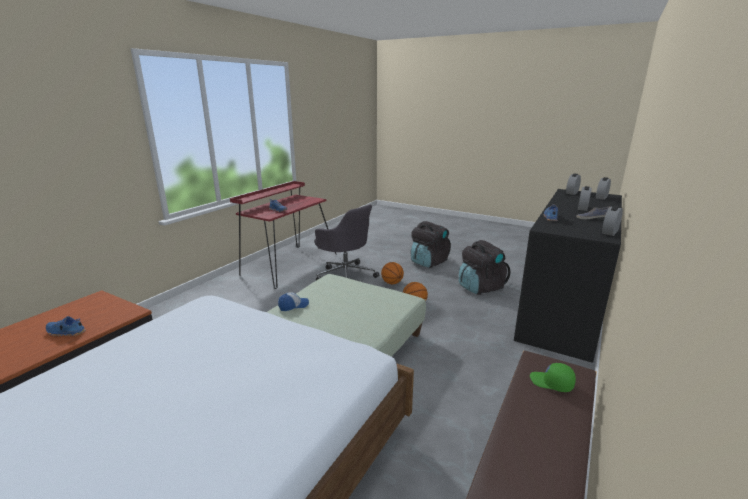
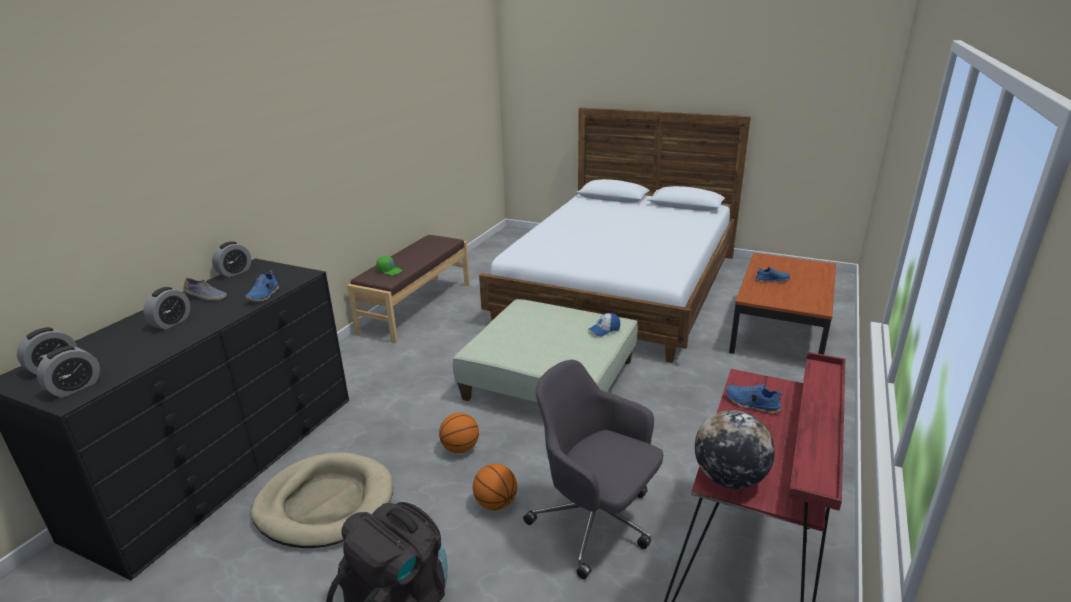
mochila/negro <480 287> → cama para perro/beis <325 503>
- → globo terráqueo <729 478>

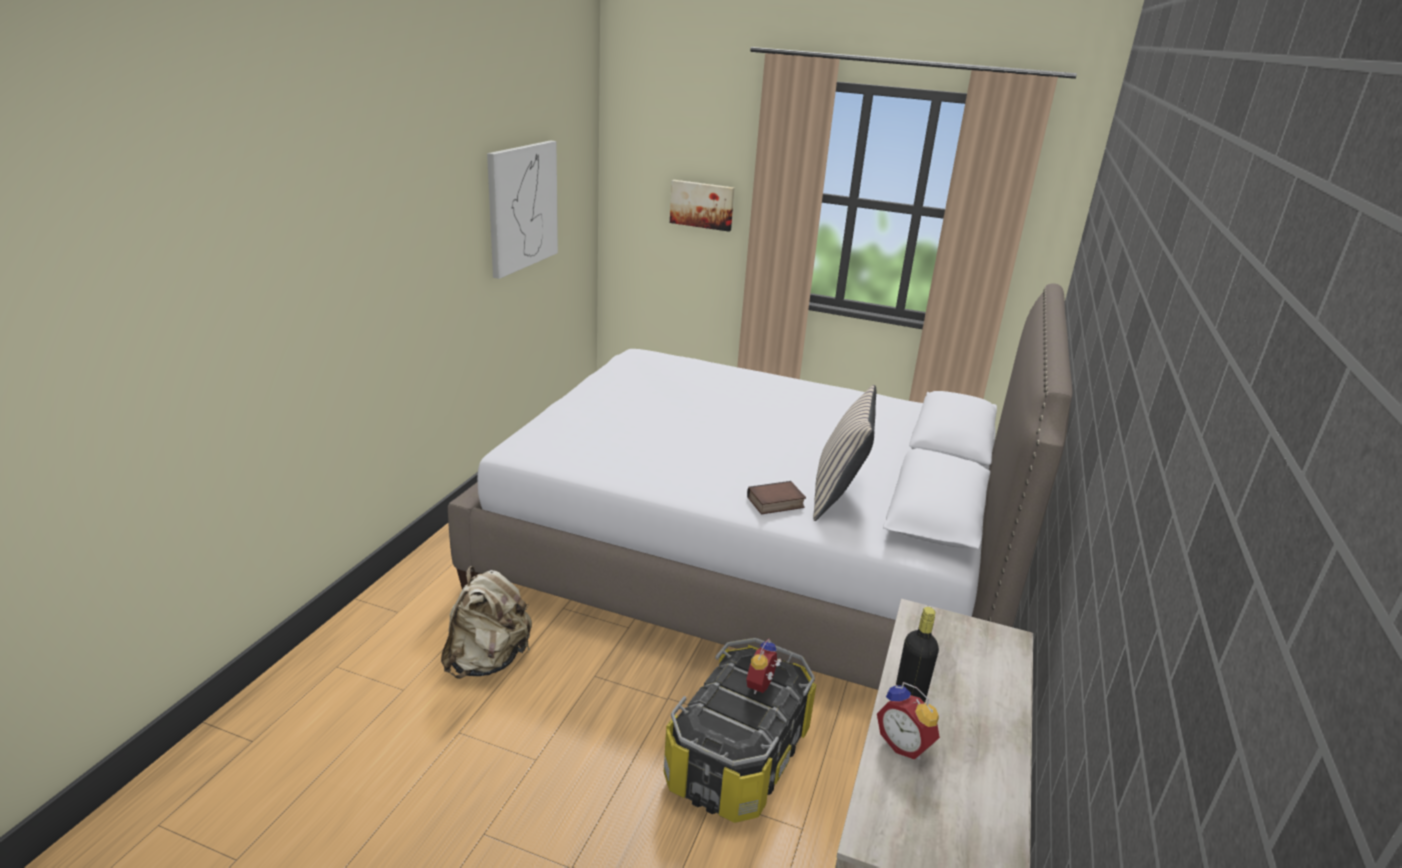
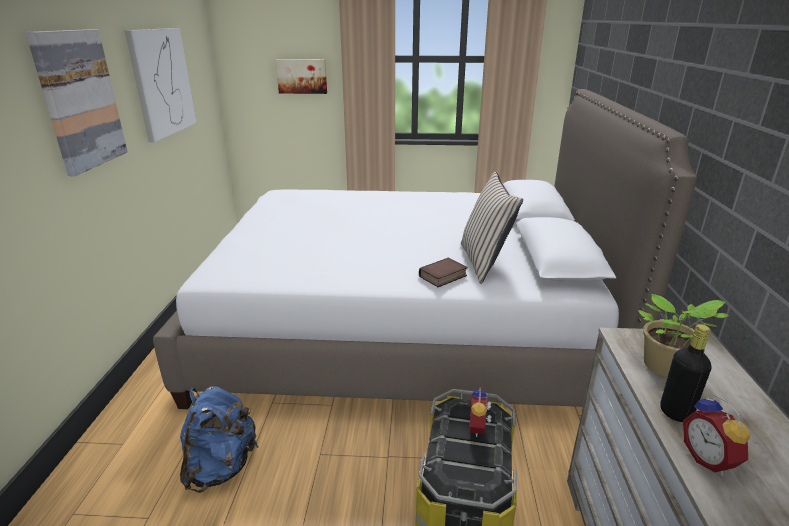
- → cuadro <79 100>
mochila/beis <487 660> → mochila/azul <221 466>
- → planta en maceta <665 368>
despertador <905 745> → despertador <709 459>, 45 degrees clockwise

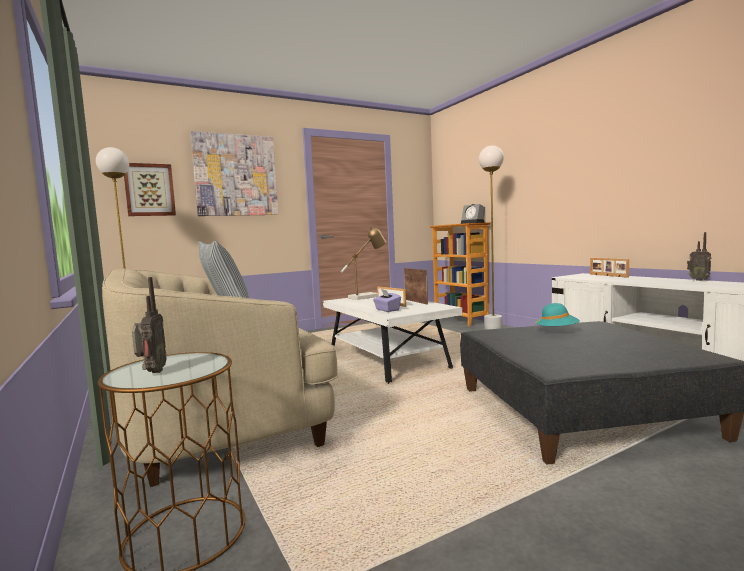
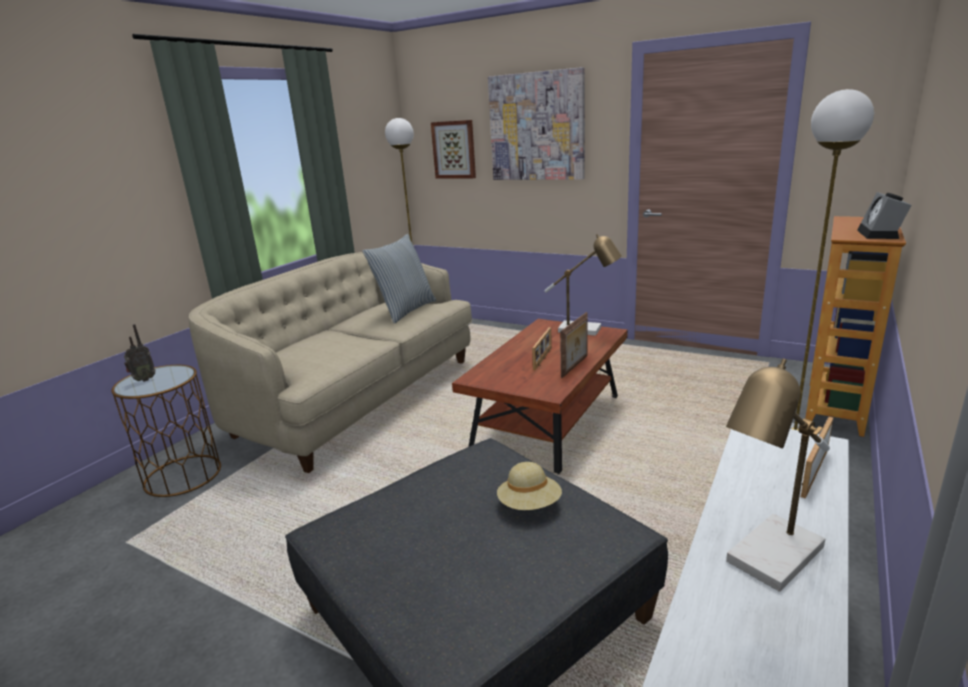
mesa de centro/blanco <387 361> → mesa de centro/marrón <548 423>
sombrero/turquesa <557 331> → sombrero/beis <529 505>
- → lámpara de mesa <770 562>
caja de pañuelos/morado <387 310> → -
radio <699 280> → -

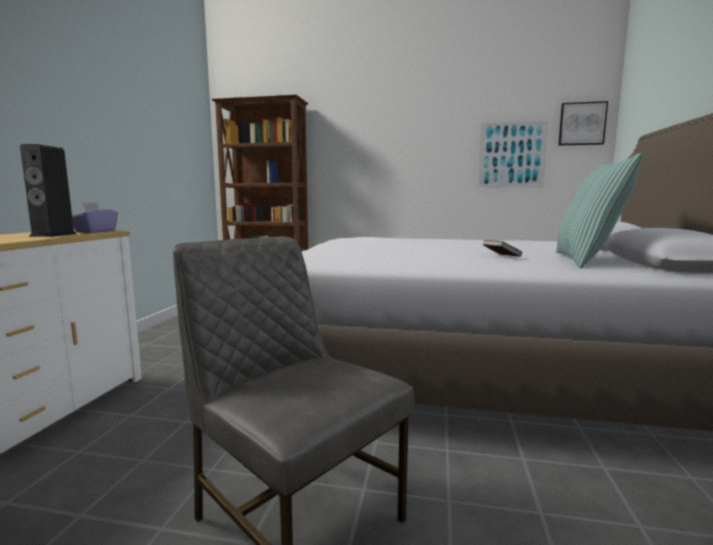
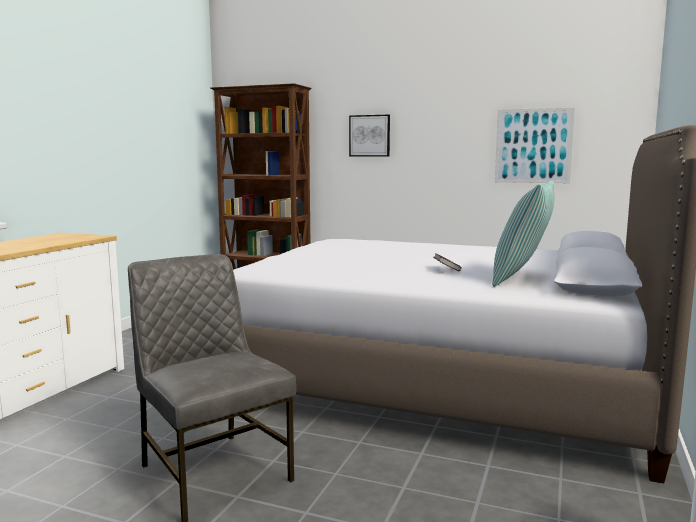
cuadro <582 124> → cuadro <369 135>, moved
altavoz <53 235> → -
caja de pañuelos/morado <95 231> → -

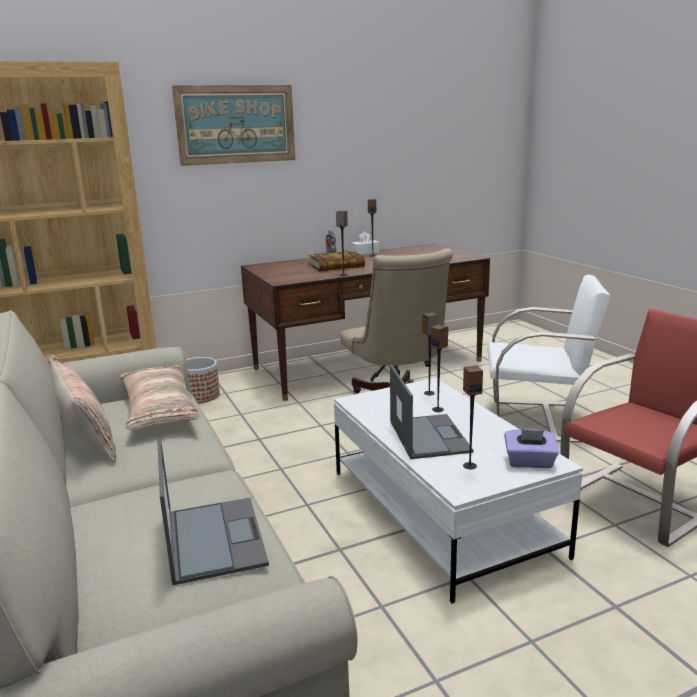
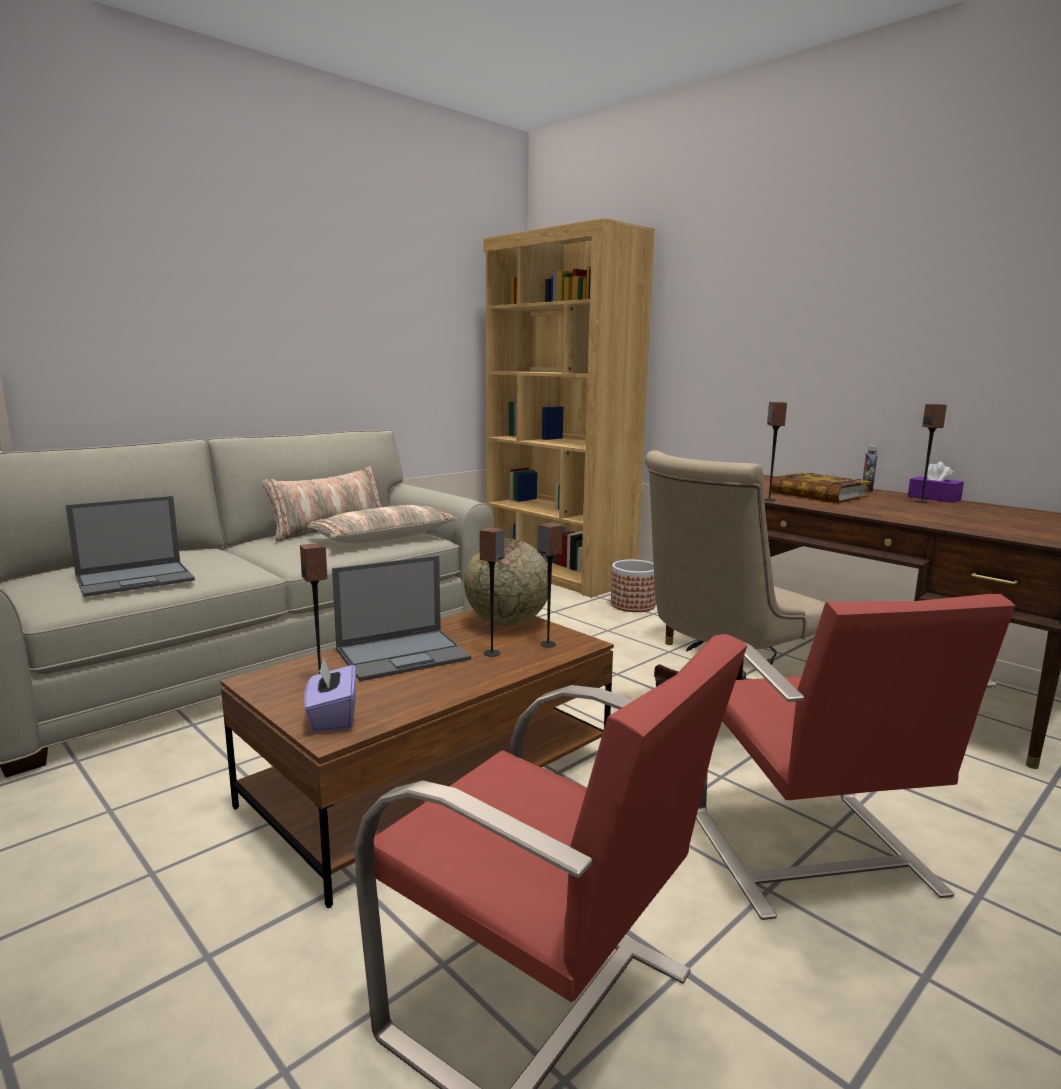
mesa de centro/blanco <440 512> → mesa de centro/marrón <432 780>
- → globo terráqueo <507 622>
silla/blanco <537 420> → silla/rojo <813 854>
caja de pañuelos/blanco <365 252> → caja de pañuelos/morado <934 498>
cuadro <236 124> → -

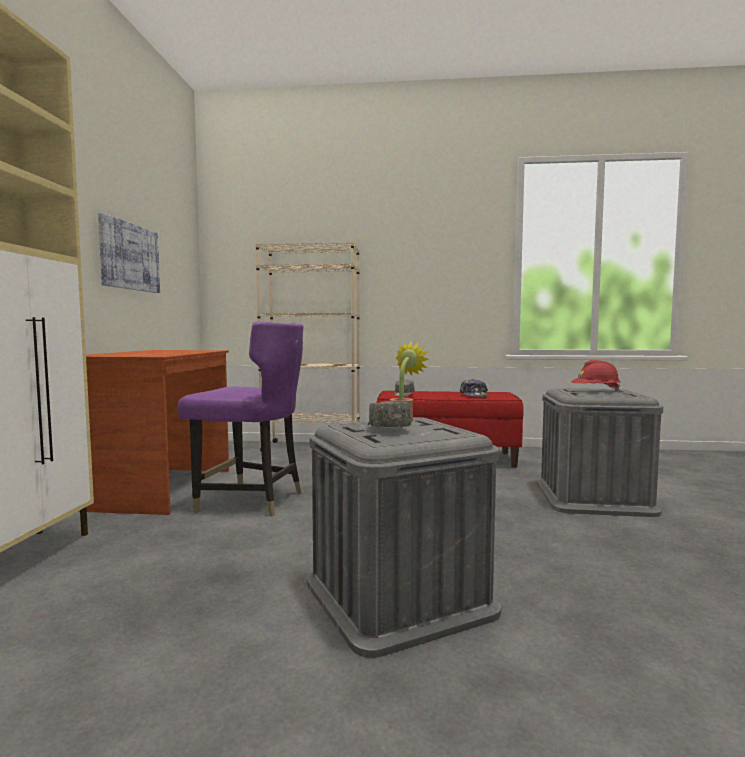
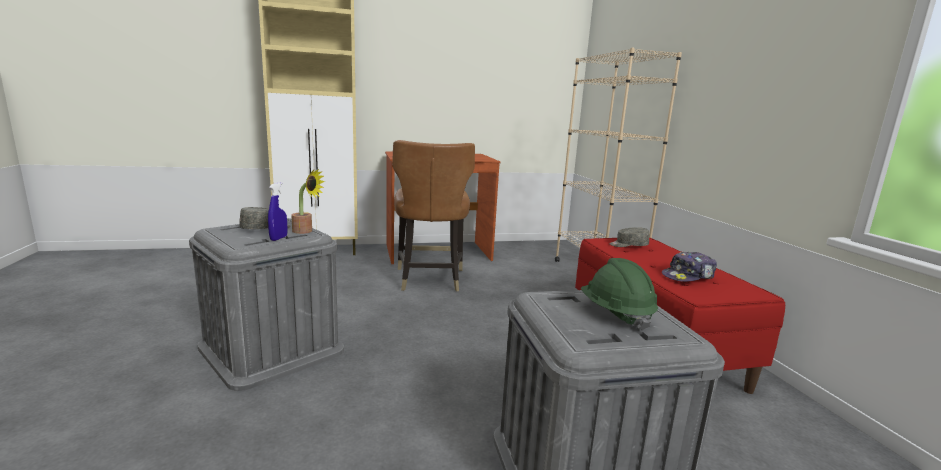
- → pulverizador/azul <278 238>
silla/morado <251 501> → silla/marrón <429 279>
casco/rojo <595 391> → casco/verde <615 314>
cuadro <129 256> → -

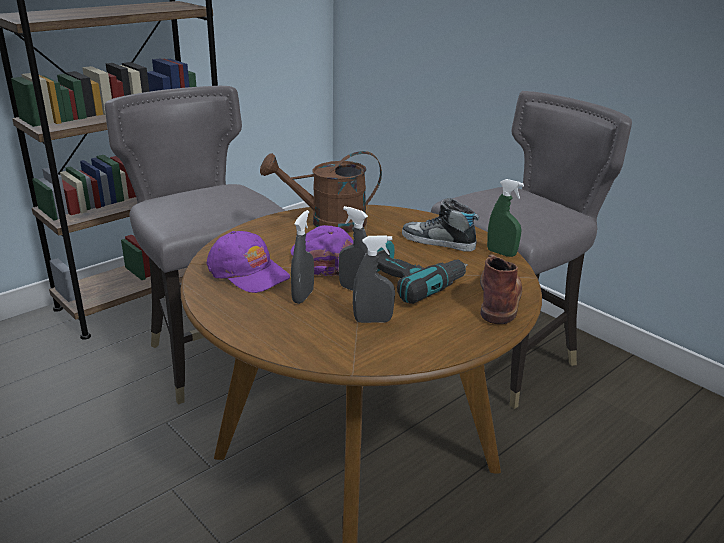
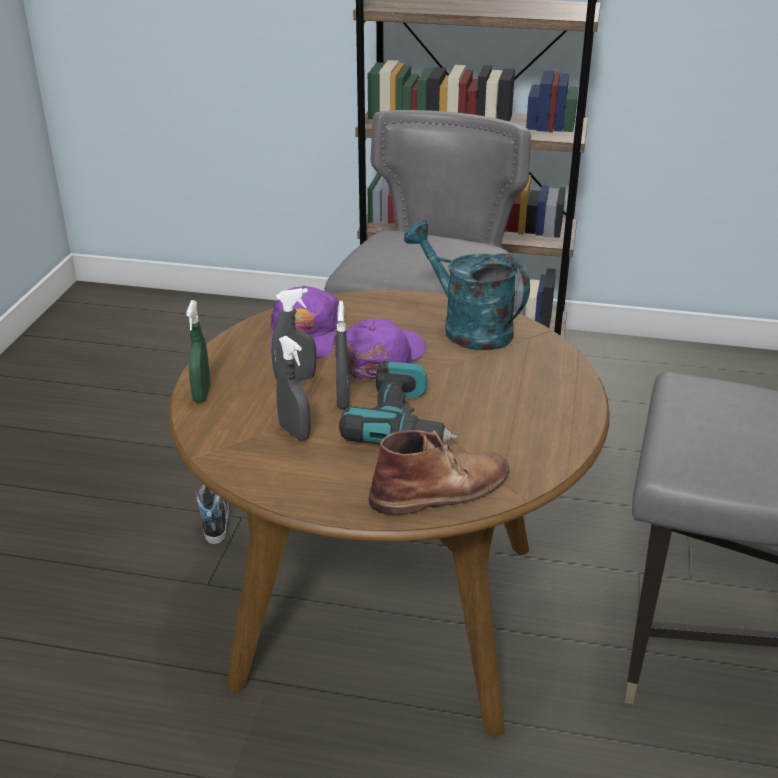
pulverizador/verde <501 253> → pulverizador/verde <202 394>, moved
zapato <438 242> → zapato <214 518>, moved
regadera/marrón <328 223> → regadera/turquesa <467 328>

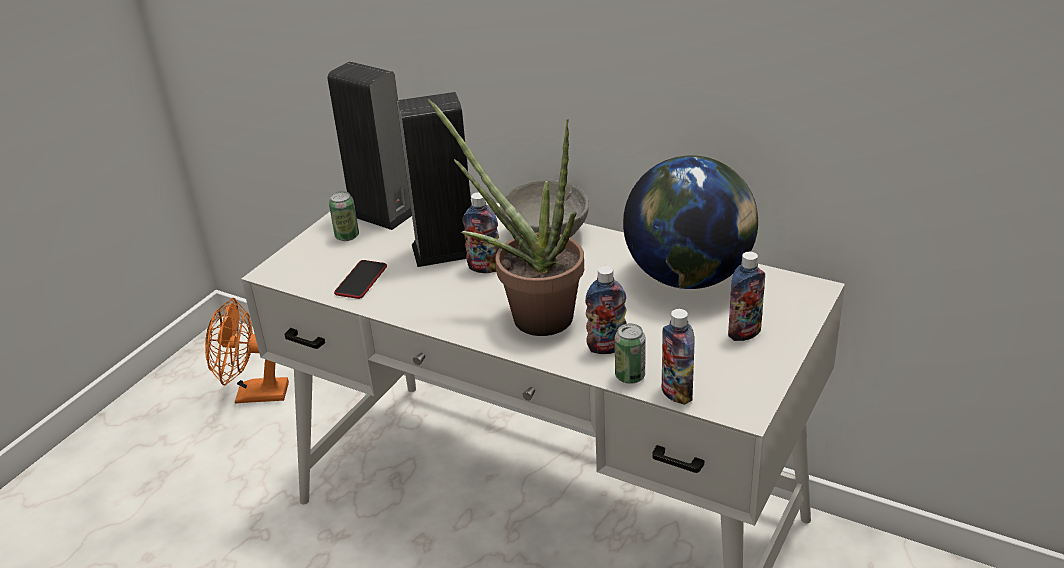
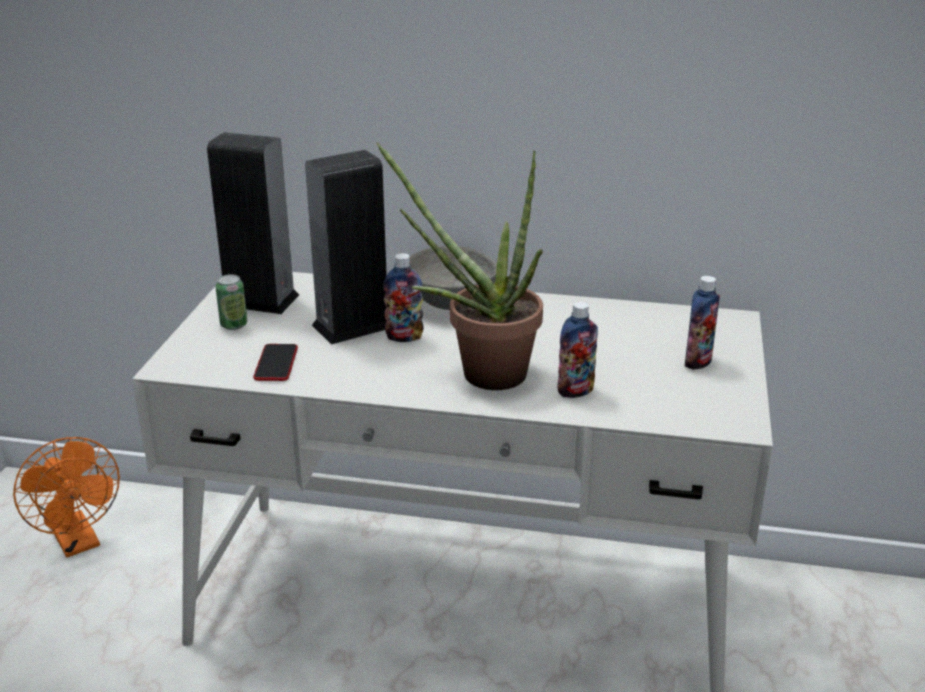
ventilador/naranja <253 395> → ventilador/naranja <79 542>, 105 degrees counterclockwise
lata <630 376> → -
globo terráqueo <689 277> → -
botella <676 393> → -

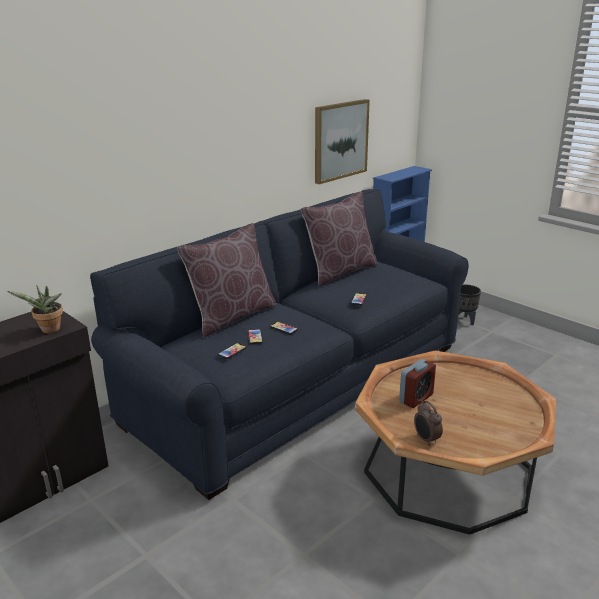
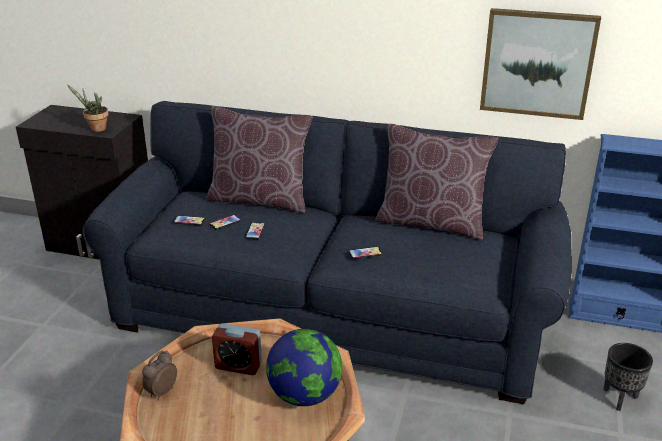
- → globo terráqueo <305 395>

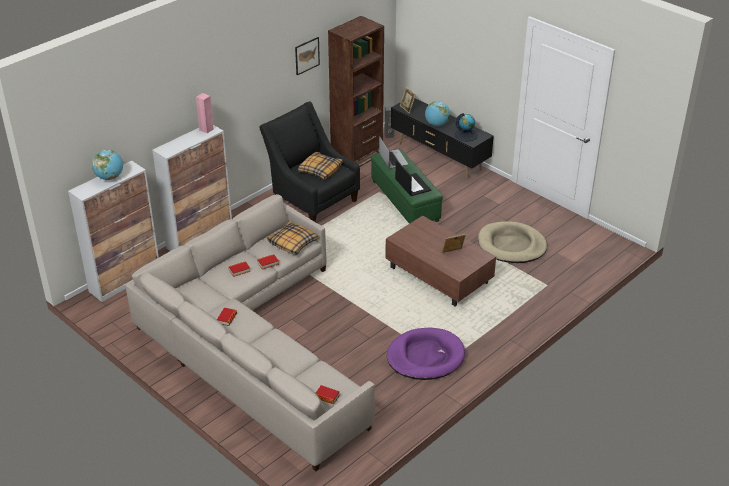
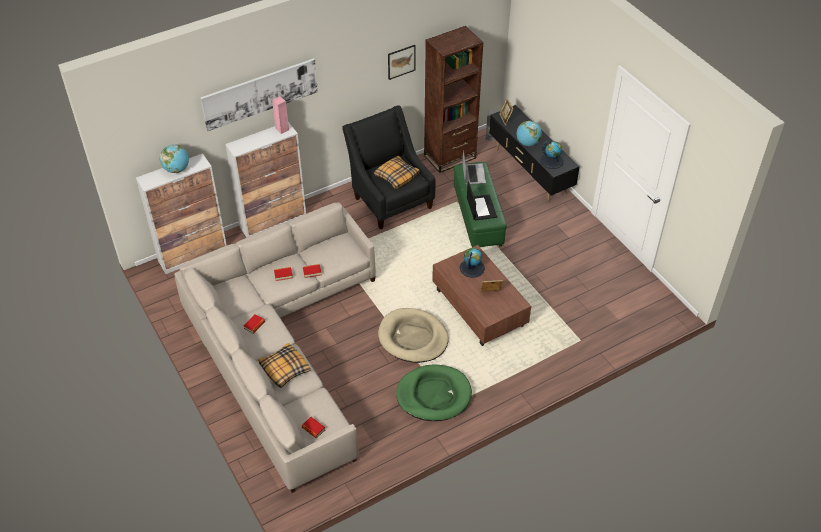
- → cuadro <260 93>
cojín <292 243> → cojín <284 369>, moved
cama para perro/beis <511 245> → cama para perro/beis <413 338>, moved
cama para perro/morado <425 357> → cama para perro/verde <433 395>
- → globo terráqueo <472 268>

